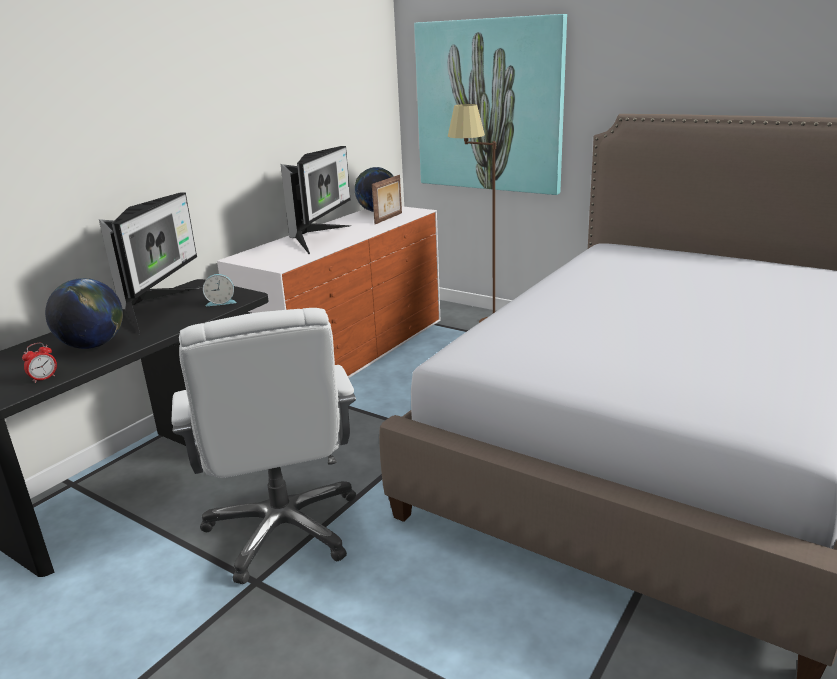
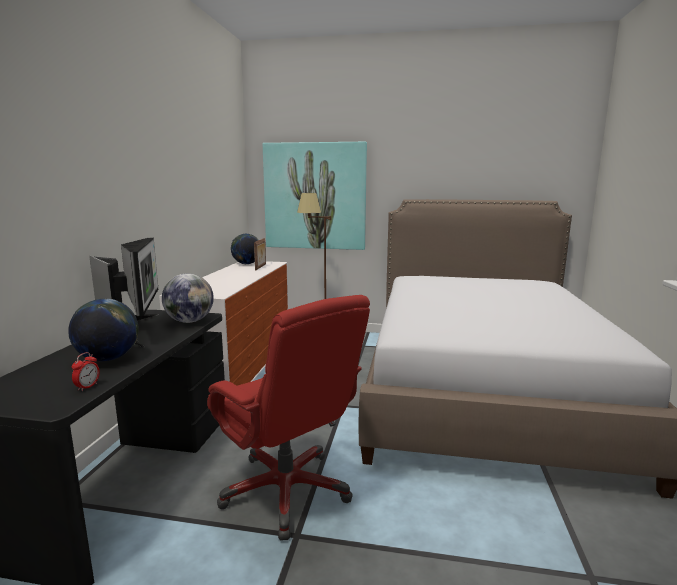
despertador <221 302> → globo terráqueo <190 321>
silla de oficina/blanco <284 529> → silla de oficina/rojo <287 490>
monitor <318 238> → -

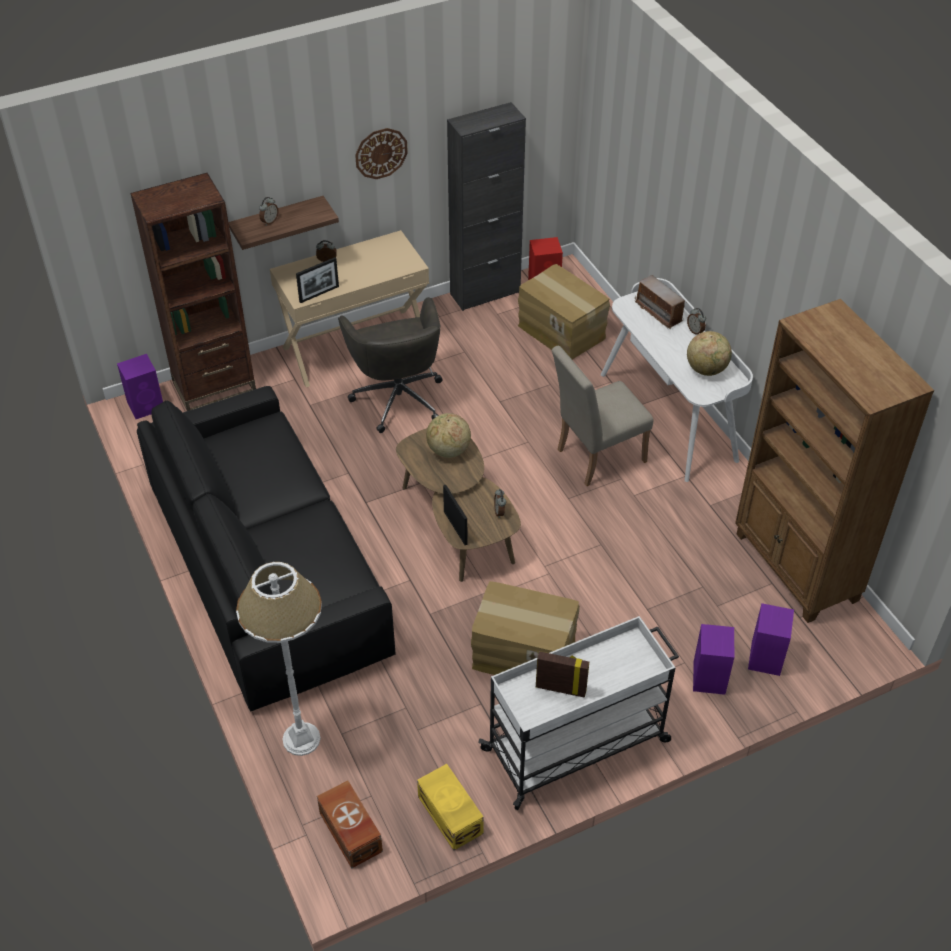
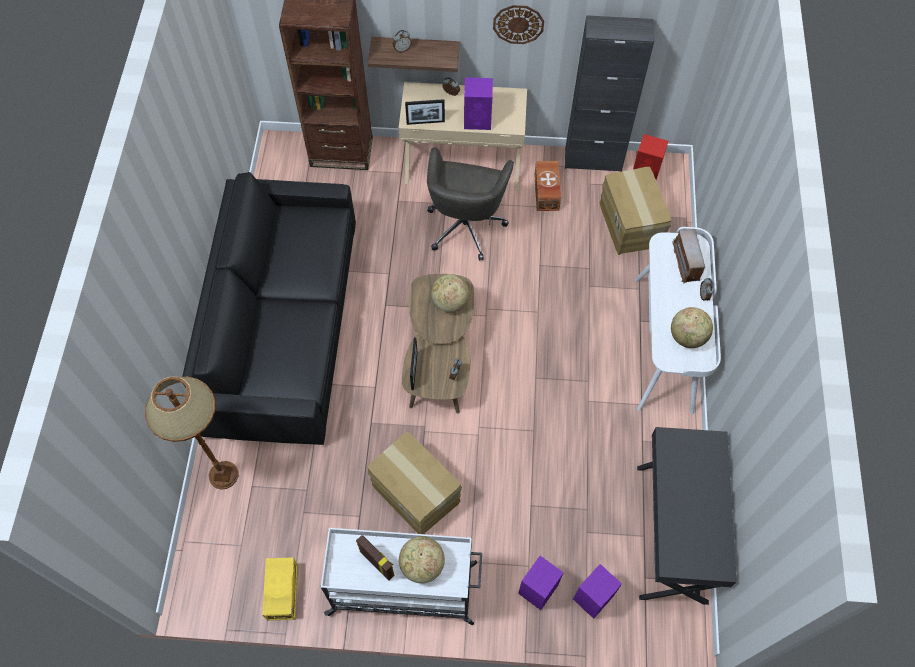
lámpara de pie/blanco <301 738> → lámpara de pie/marrón <224 475>
- → globo terráqueo <422 565>
altavoz/morado <146 405> → altavoz/morado <478 120>, moved
caja de almacenaje/marrón <350 833> → caja de almacenaje/marrón <546 193>, moved
estantería/marrón <796 568> → escritorio/negro <672 533>
silla/beis <595 457> → -

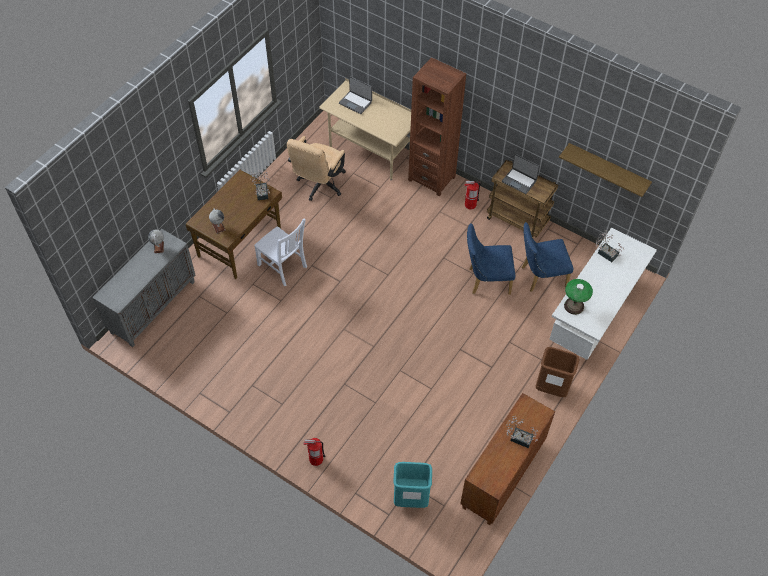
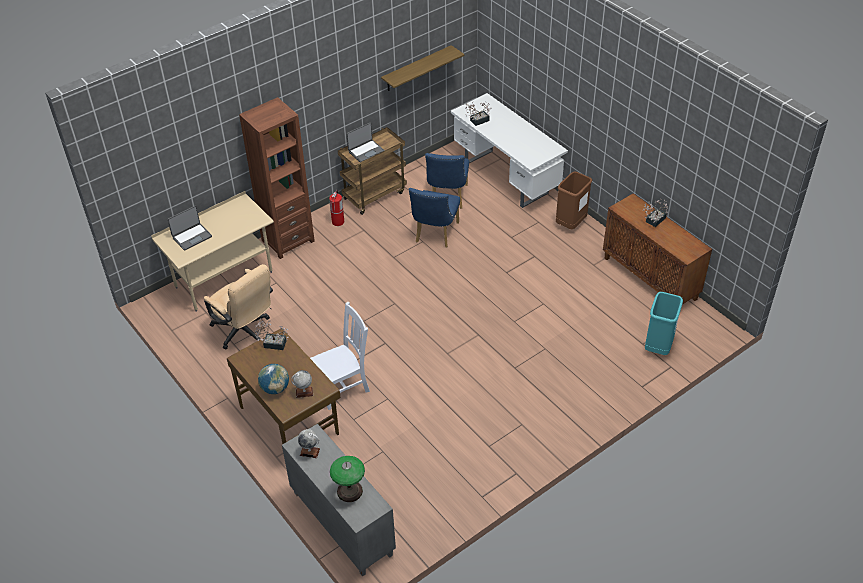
- → globo terráqueo <275 388>
lámpara de mesa <574 306> → lámpara de mesa <349 491>, moved
extintor <316 459> → -

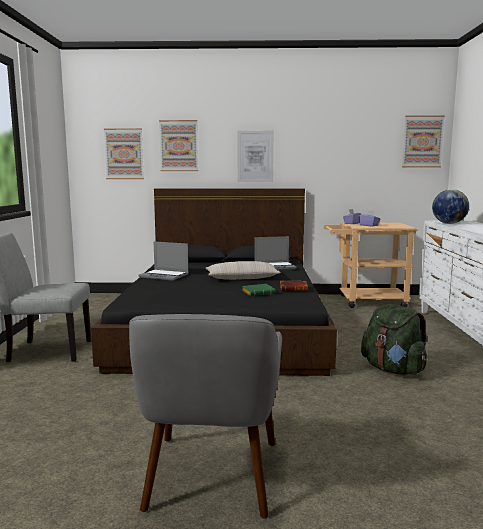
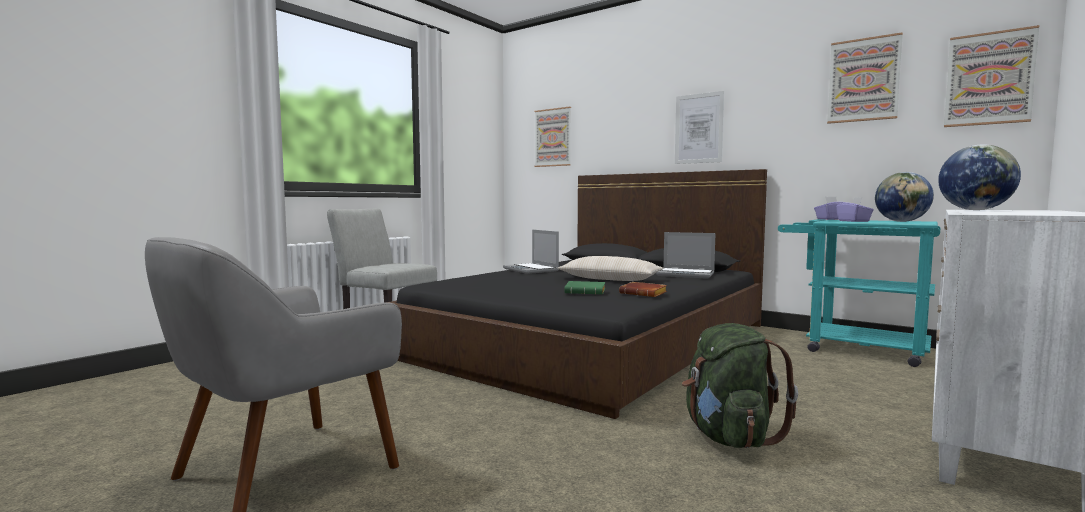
carrito/beis <365 301> → carrito/turquesa <853 348>
cuadro <179 146> → cuadro <863 80>, moved
- → globo terráqueo <902 221>

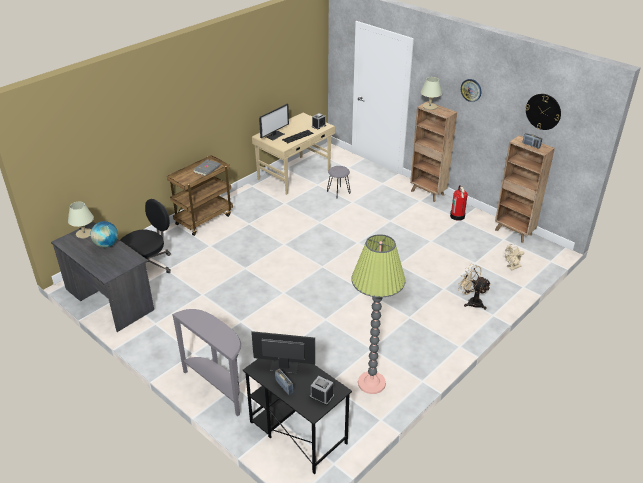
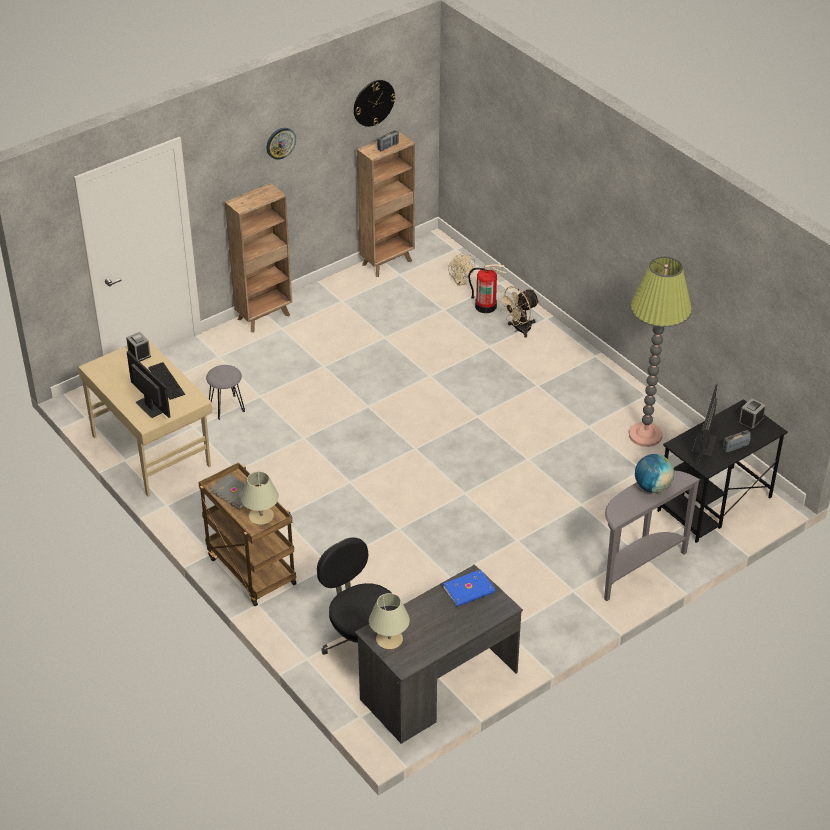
lámpara de mesa/beis <429 107> → lámpara de mesa/beis <261 516>, moved
- → libro/azul <469 590>
extintor <457 216> → extintor <486 306>, moved
globo terráqueo <106 245> → globo terráqueo <652 487>, moved

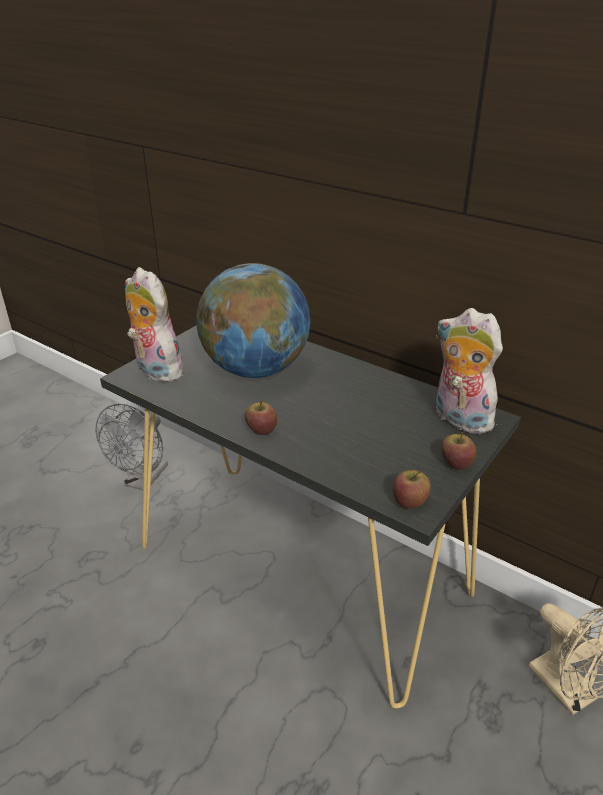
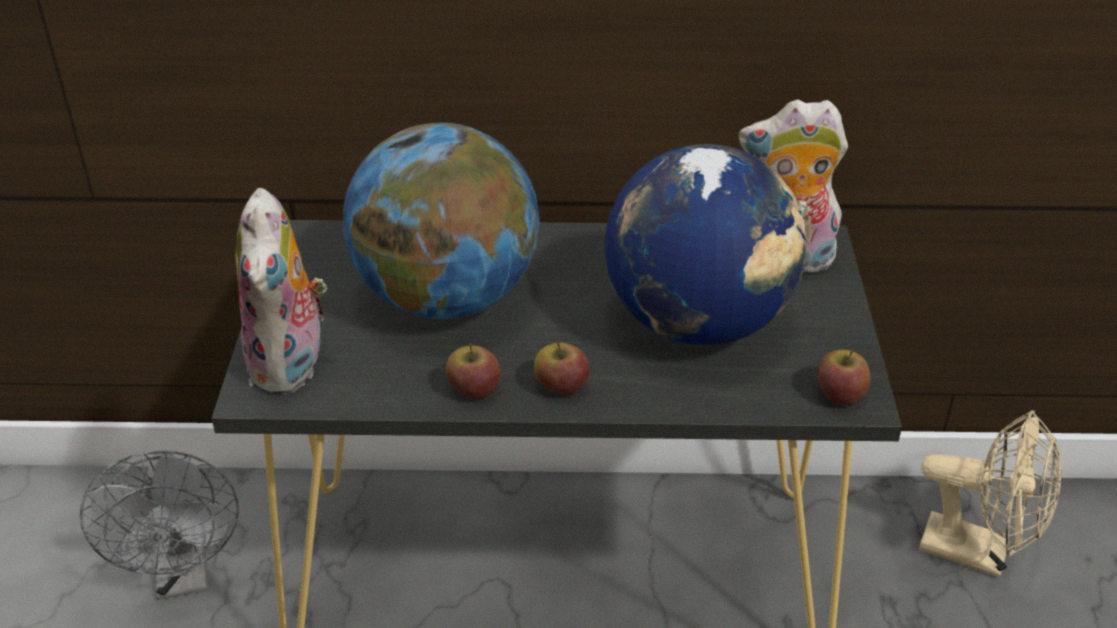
peluche <155 370> → peluche <292 365>, 105 degrees counterclockwise
manzana <456 463> → manzana <474 389>, moved
- → globo terráqueo <699 322>

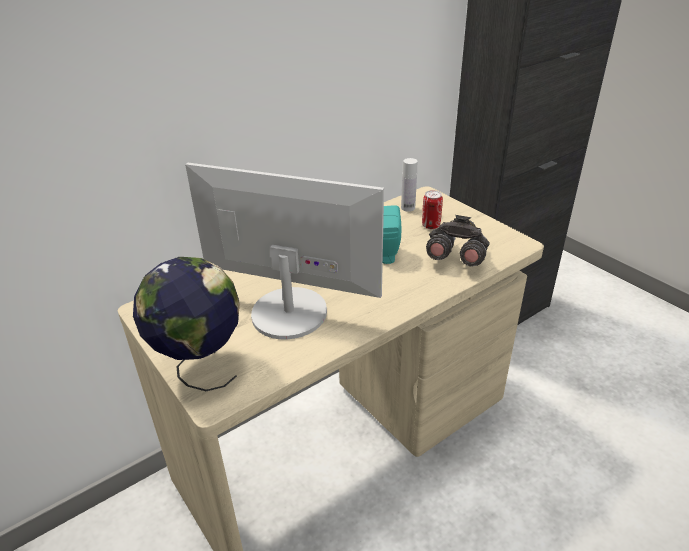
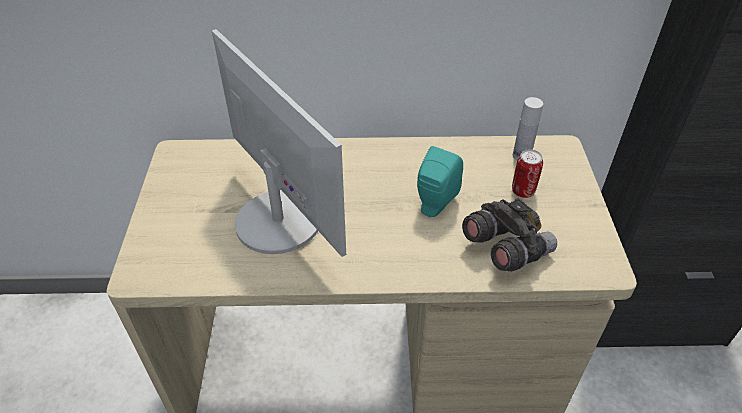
globo terráqueo <200 365> → -

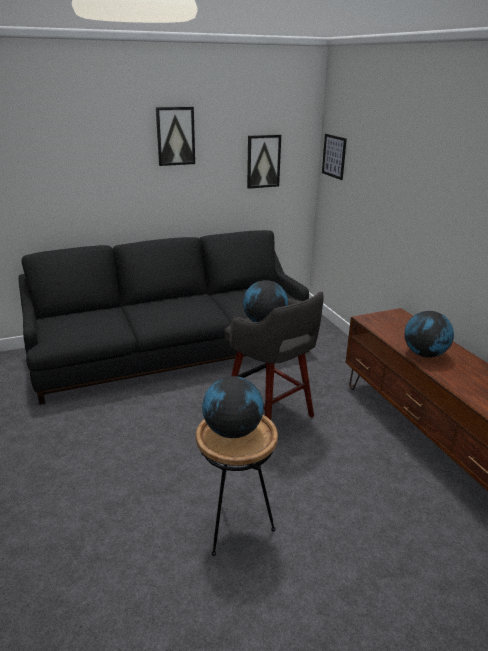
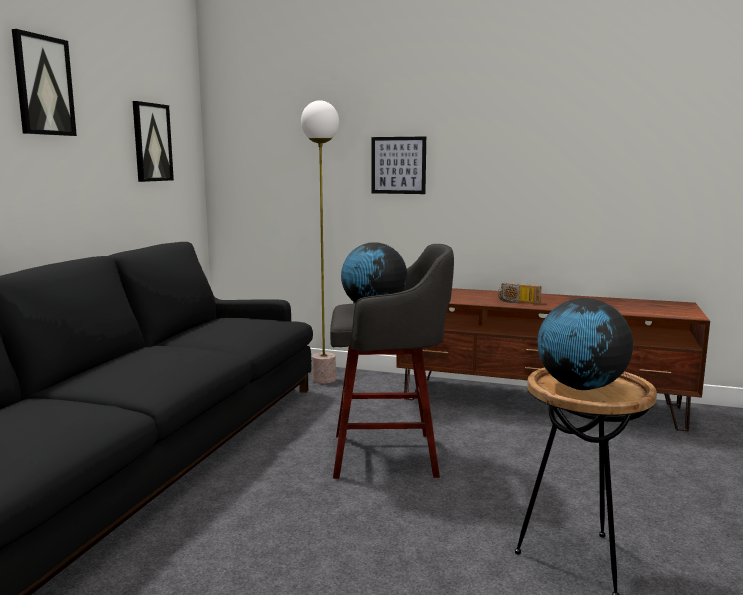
- → lámpara de pie <324 379>
cuadro <334 156> → cuadro <398 165>, moved
globo terráqueo <425 354> → radio <518 302>

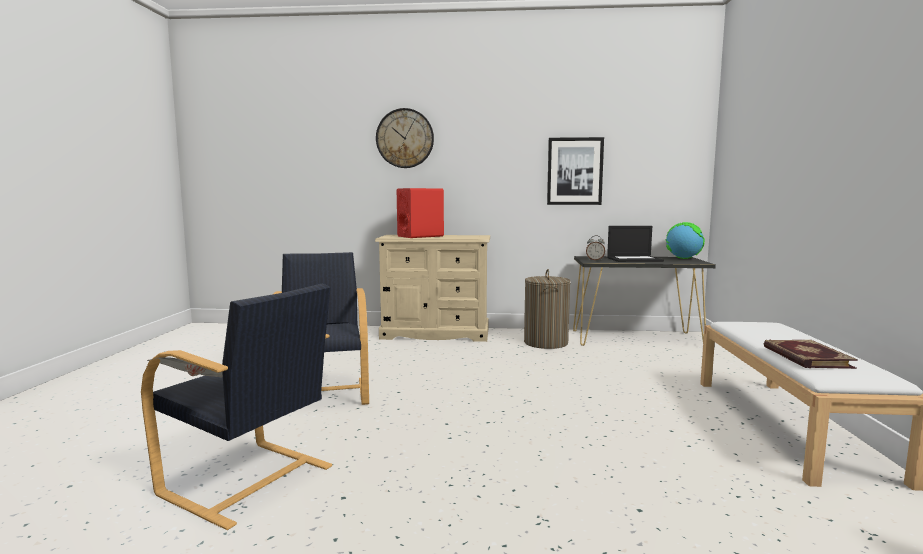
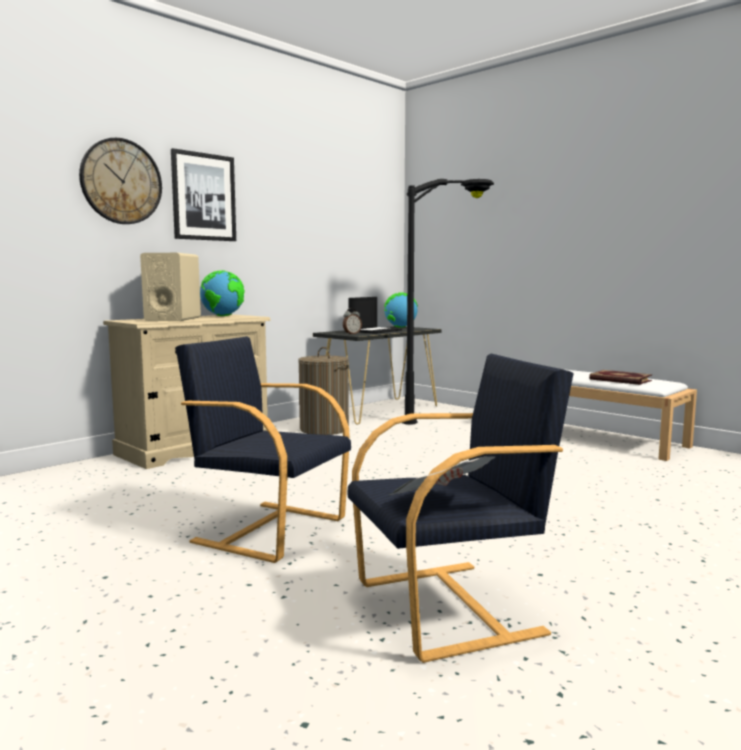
altavoz/rojo <420 236> → altavoz/beis <173 319>
cuadro <574 171> → cuadro <203 197>, moved
- → globo terráqueo <223 316>
- → lámpara de pie/negro <454 419>

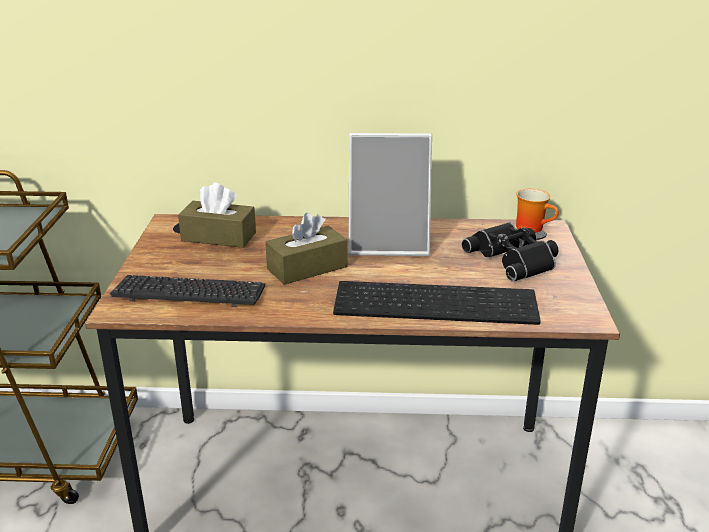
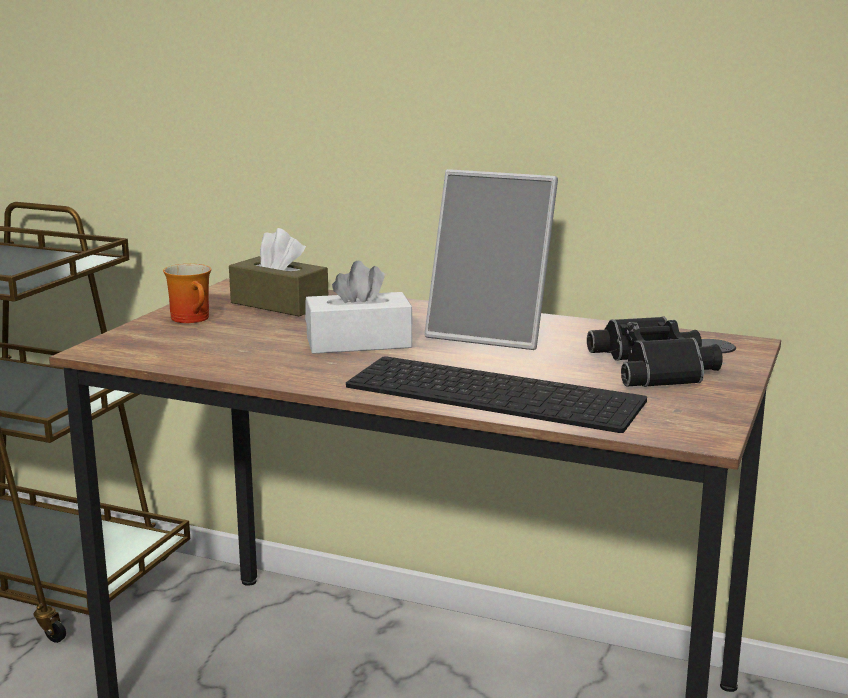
taza grande <533 227> → taza grande <194 318>, moved
caja de pañuelos/marrón <307 268> → caja de pañuelos/blanco <358 343>
teclado <189 293> → -

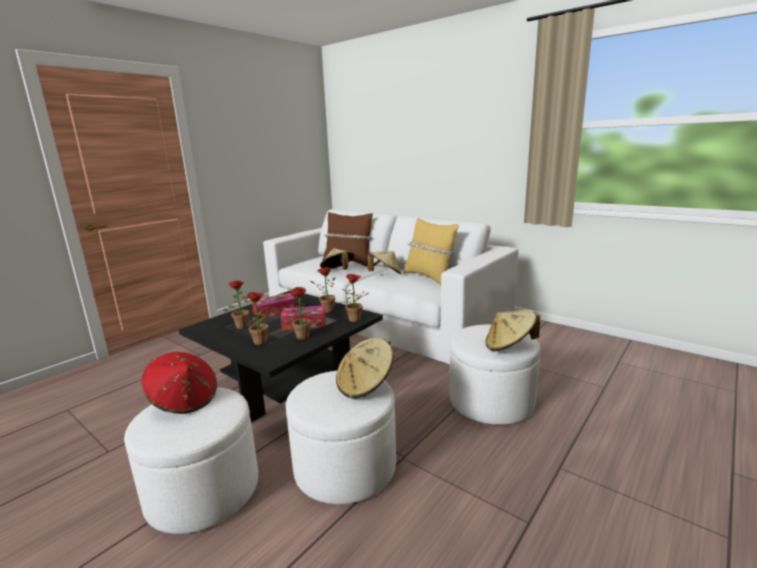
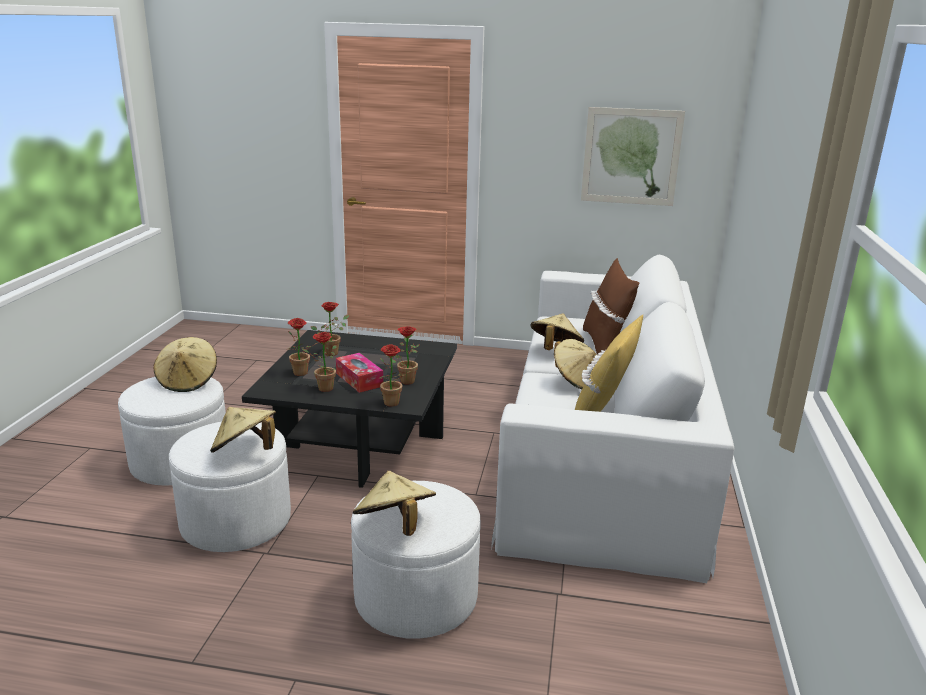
sombrero/rojo <184 400> → sombrero/beis <188 381>
- → cuadro <631 157>
caja de pañuelos <275 312> → -

